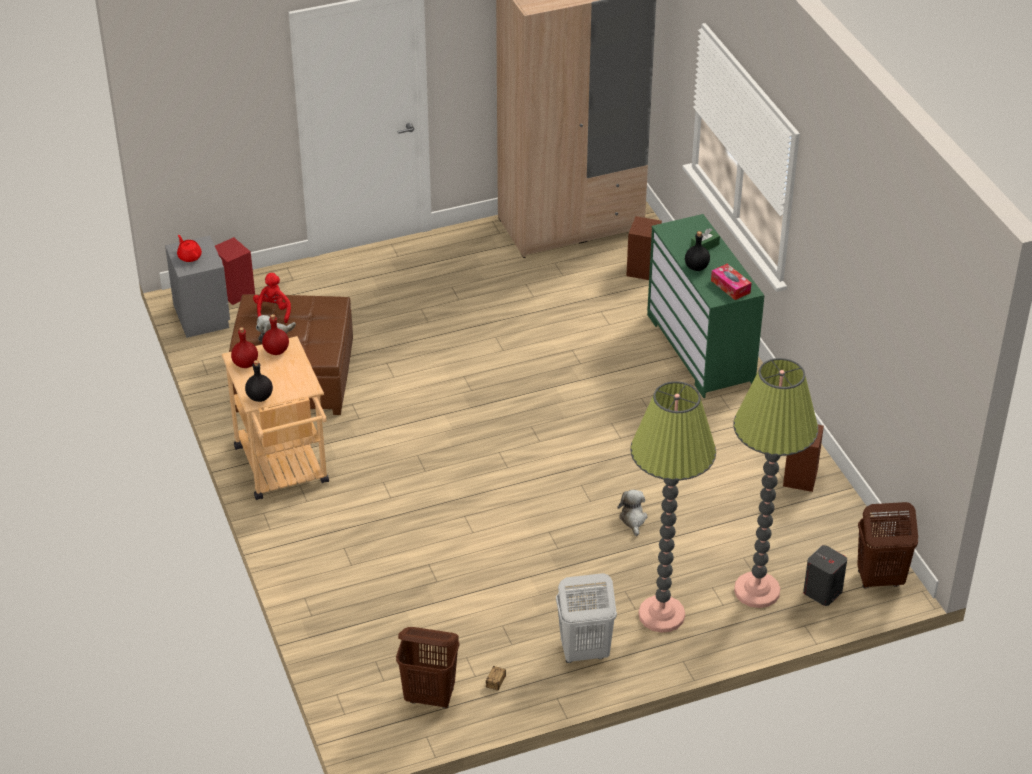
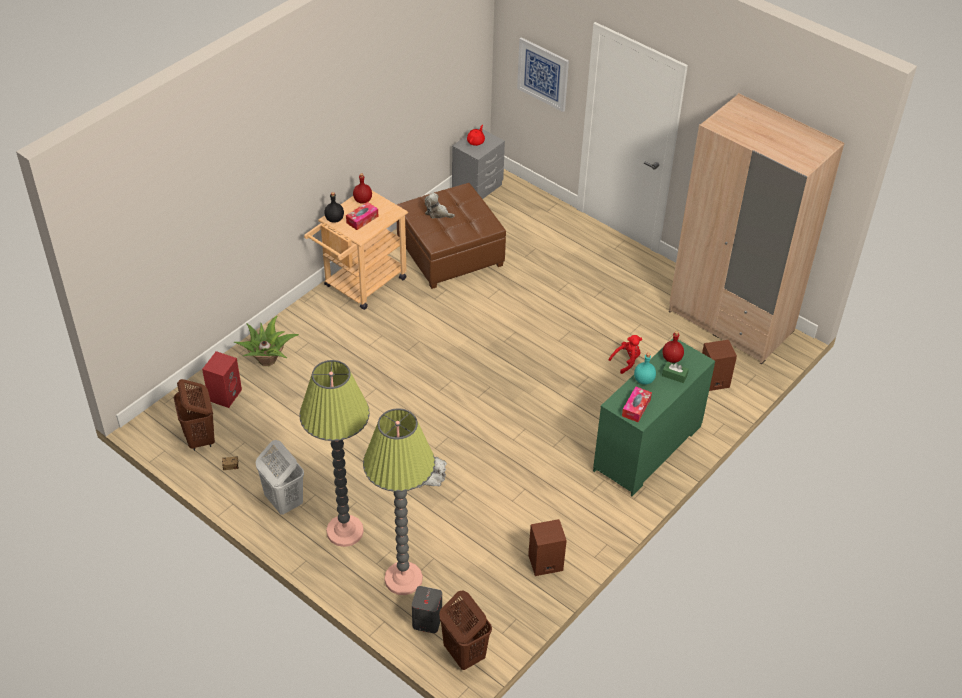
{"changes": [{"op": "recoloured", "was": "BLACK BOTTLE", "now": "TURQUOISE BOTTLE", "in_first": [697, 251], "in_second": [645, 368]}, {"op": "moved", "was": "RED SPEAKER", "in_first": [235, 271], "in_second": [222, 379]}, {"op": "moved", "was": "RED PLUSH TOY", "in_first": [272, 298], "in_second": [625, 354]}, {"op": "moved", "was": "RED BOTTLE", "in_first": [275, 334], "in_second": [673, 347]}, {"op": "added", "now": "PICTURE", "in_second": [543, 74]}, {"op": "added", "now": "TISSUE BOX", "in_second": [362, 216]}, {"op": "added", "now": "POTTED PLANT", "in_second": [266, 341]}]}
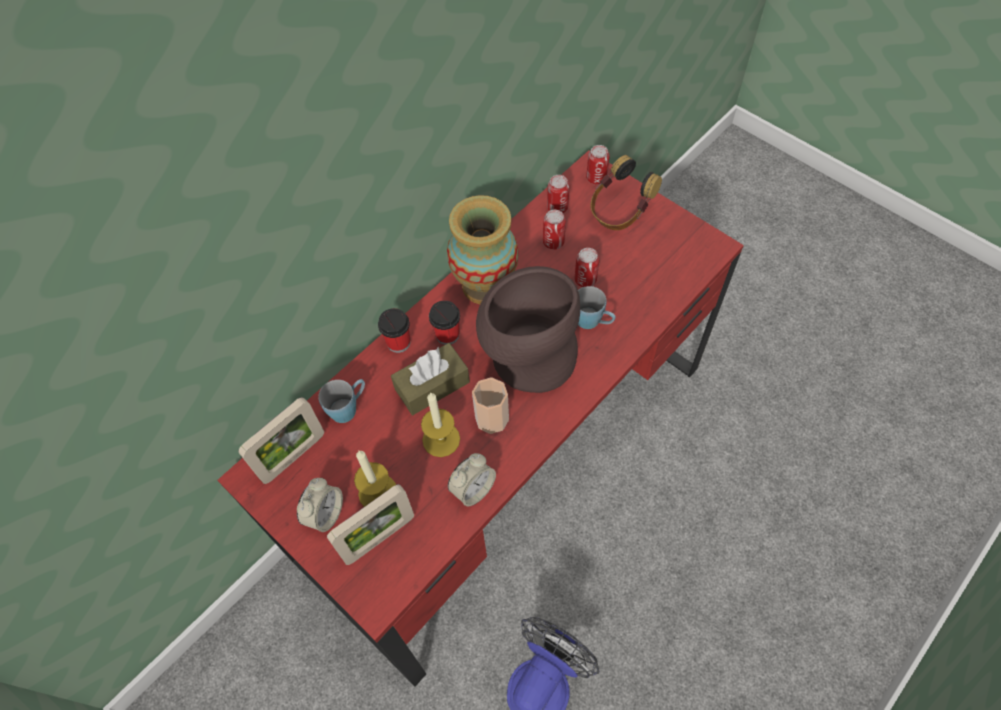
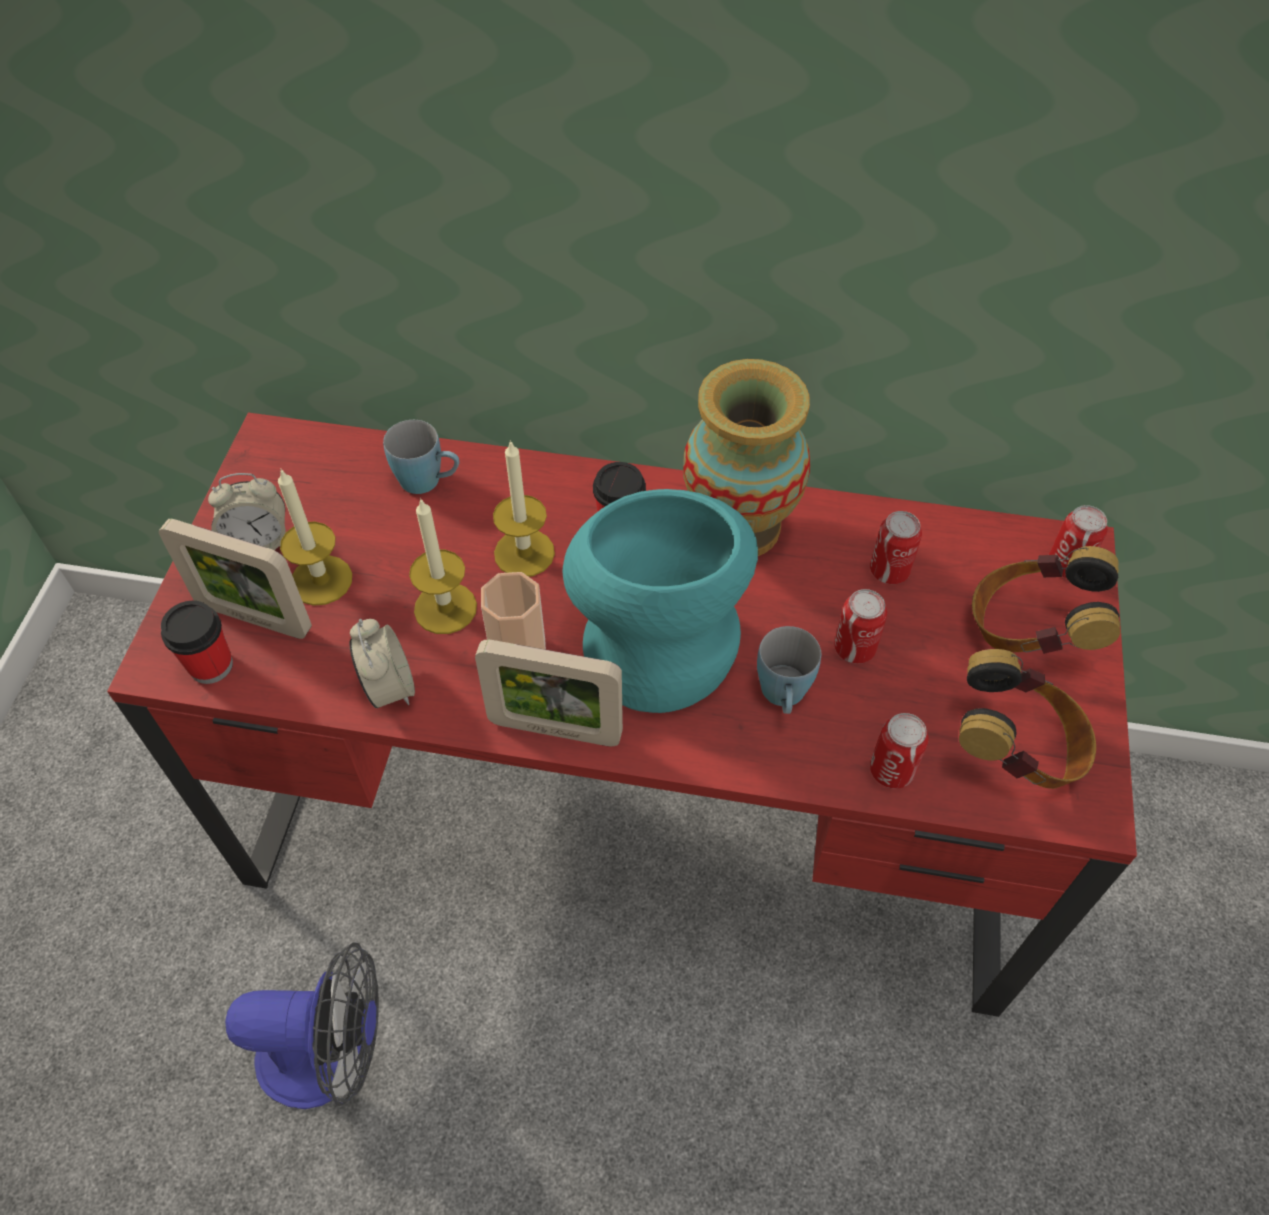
{"changes": [{"op": "moved", "was": "CAN", "in_first": [558, 194], "in_second": [899, 751]}, {"op": "recoloured", "was": "BROWN VASE", "now": "TURQUOISE VASE", "in_first": [528, 329], "in_second": [660, 601]}, {"op": "moved", "was": "CUP", "in_first": [394, 330], "in_second": [197, 642]}, {"op": "replaced", "was": "BROWN TISSUE BOX", "now": "CANDLE", "in_first": [430, 379], "in_second": [524, 508]}, {"op": "moved", "was": "PICTURE FRAME", "in_first": [281, 440], "in_second": [549, 693]}, {"op": "turned", "was": "ALARM CLOCK", "in_first": [472, 479], "in_second": [382, 663], "clockwise": -120}, {"op": "added", "now": "HEADPHONES", "in_second": [1027, 719]}]}
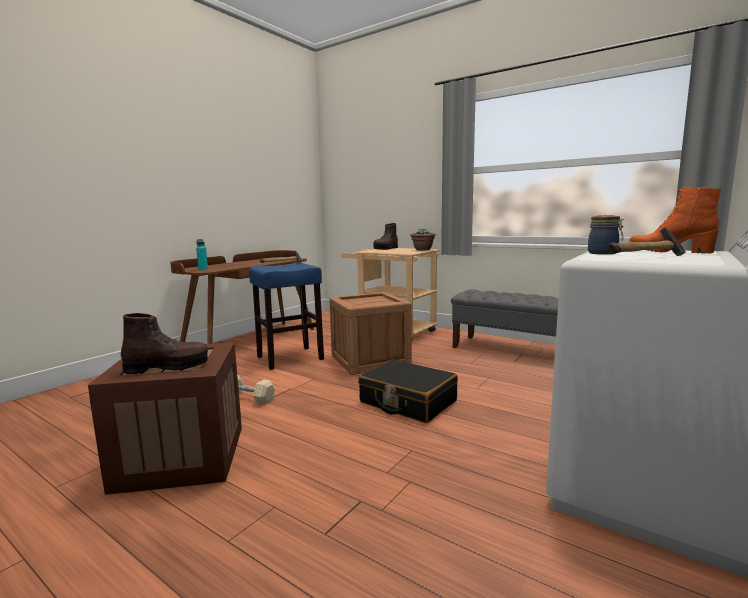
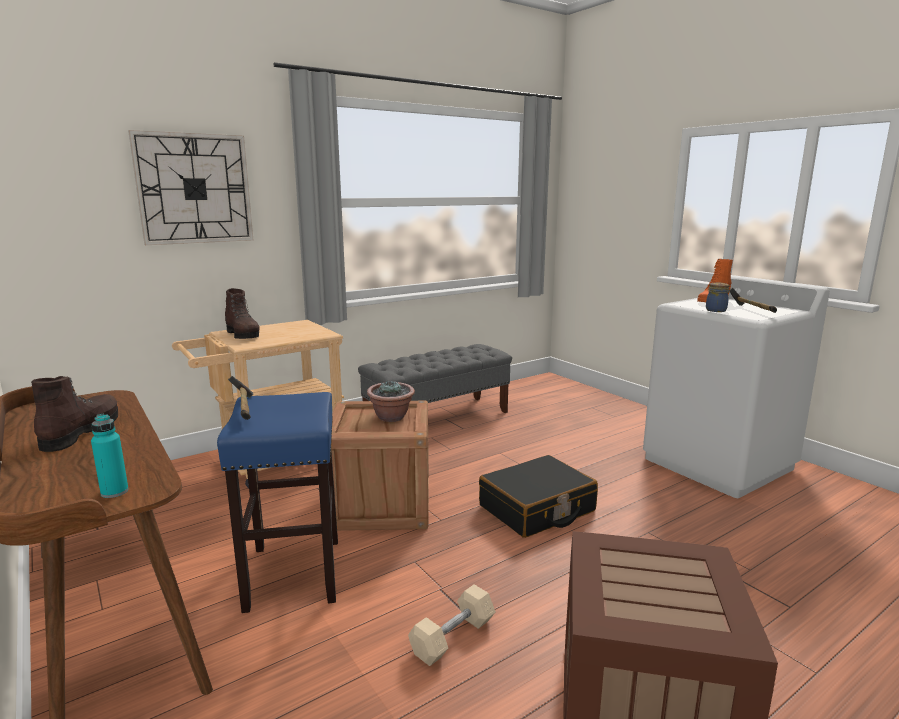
{"changes": [{"op": "moved", "was": "POTTED PLANT", "in_first": [423, 240], "in_second": [391, 401]}, {"op": "moved", "was": "BROWN BOOT", "in_first": [164, 343], "in_second": [74, 414]}, {"op": "added", "now": "WALL CLOCK", "in_second": [190, 187]}]}
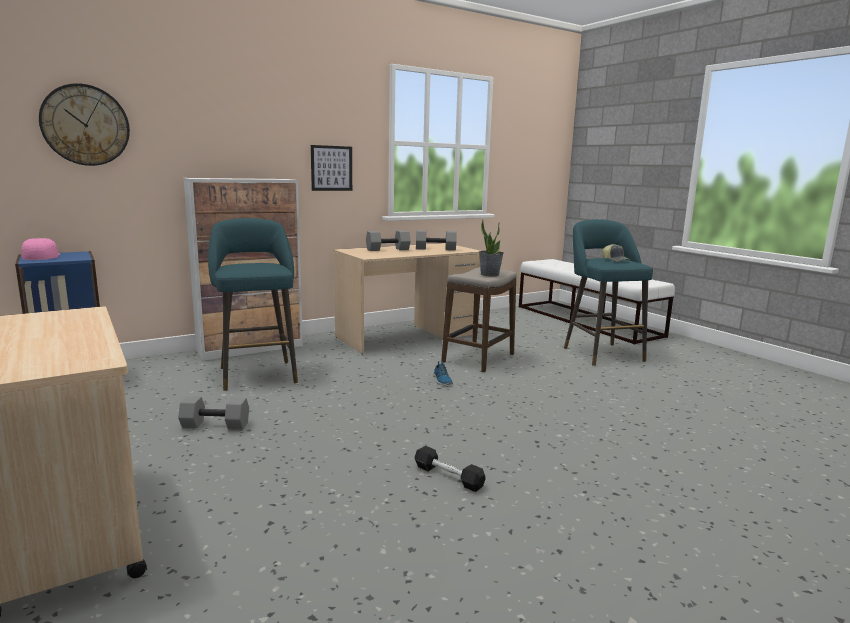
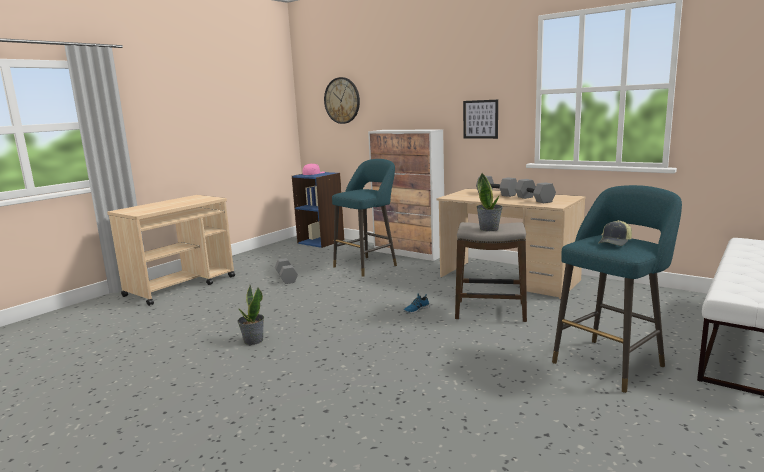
{"changes": [{"op": "replaced", "was": "BLACK DUMBBELL", "now": "POTTED PLANT", "in_first": [449, 469], "in_second": [250, 315]}]}
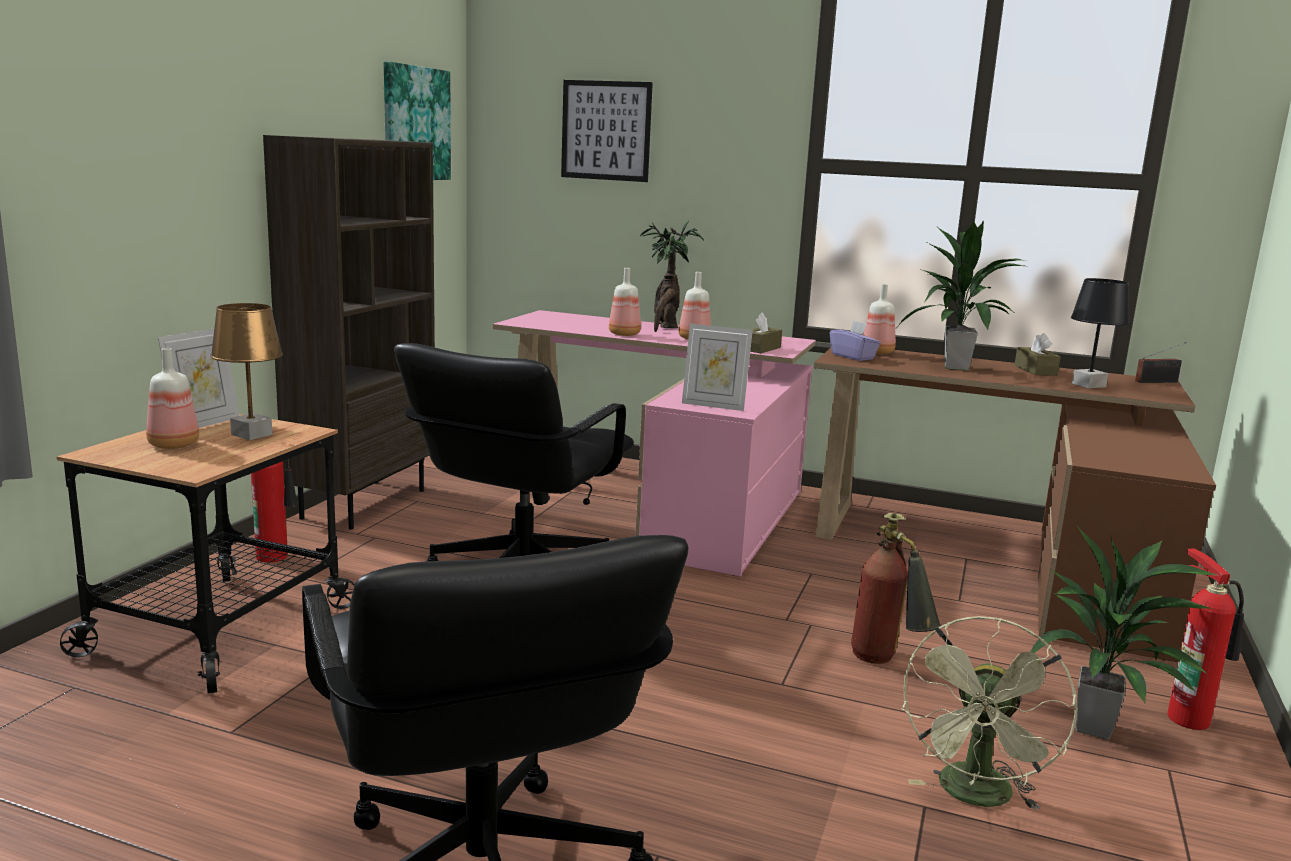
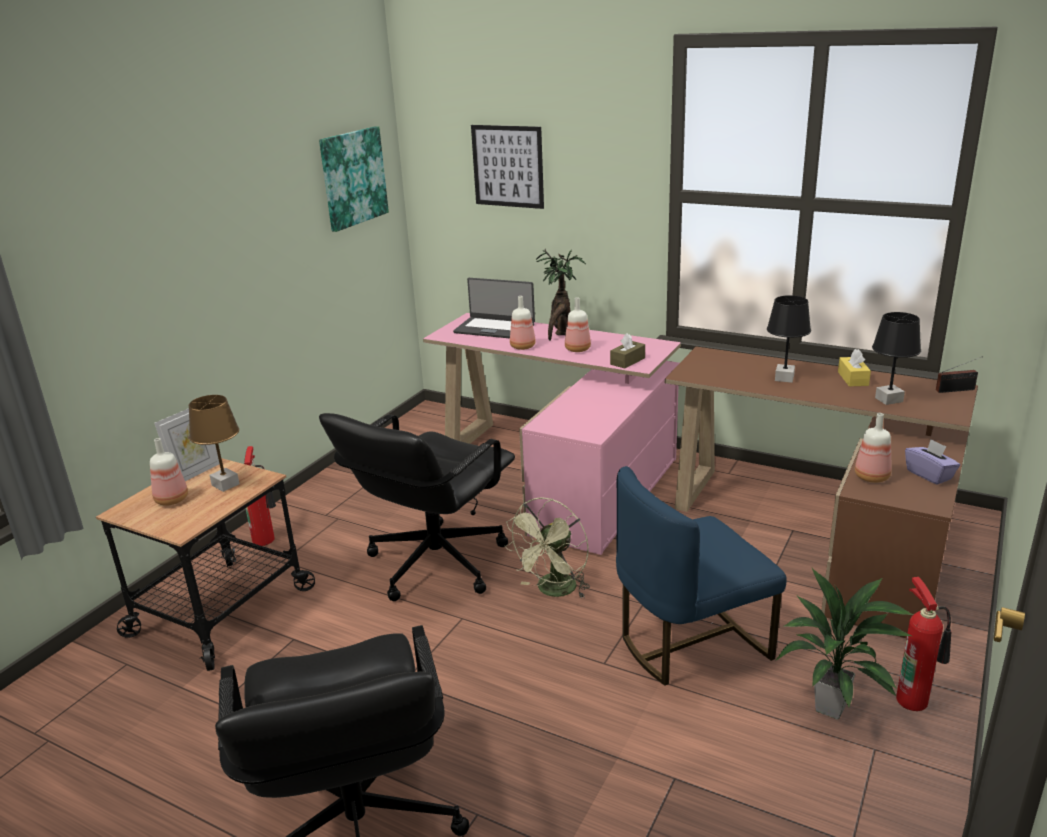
{"changes": [{"op": "removed", "was": "BROWN BOOKCASE", "in_first": [349, 332]}, {"op": "replaced", "was": "POTTED PLANT", "now": "BLACK TABLE LAMP", "in_first": [962, 295], "in_second": [789, 339]}, {"op": "moved", "was": "BOTTLE", "in_first": [879, 319], "in_second": [873, 448]}, {"op": "moved", "was": "PURPLE TISSUE BOX", "in_first": [855, 340], "in_second": [932, 462]}, {"op": "removed", "was": "PICTURE FRAME", "in_first": [717, 367]}, {"op": "recoloured", "was": "BROWN TISSUE BOX", "now": "YELLOW TISSUE BOX", "in_first": [1038, 354], "in_second": [854, 367]}, {"op": "replaced", "was": "FIRE EXTINGUISHER", "now": "BLUE CHAIR", "in_first": [896, 588], "in_second": [701, 576]}, {"op": "moved", "was": "GREEN FAN", "in_first": [989, 713], "in_second": [547, 547]}, {"op": "added", "now": "LAPTOP", "in_second": [494, 308]}]}
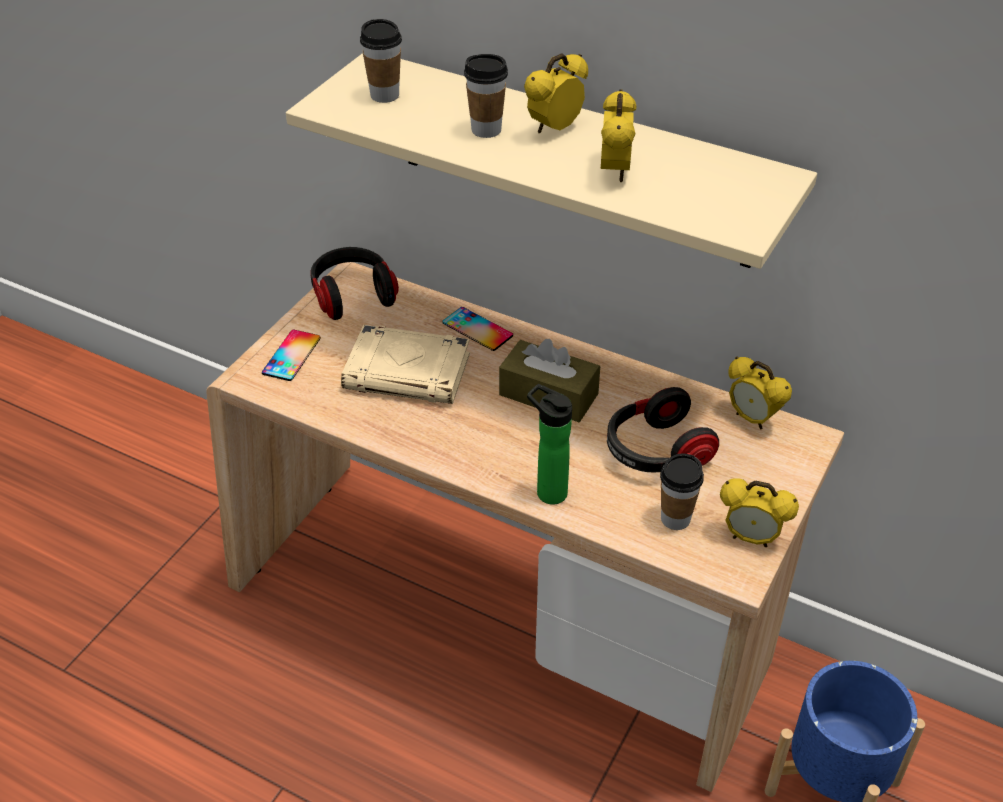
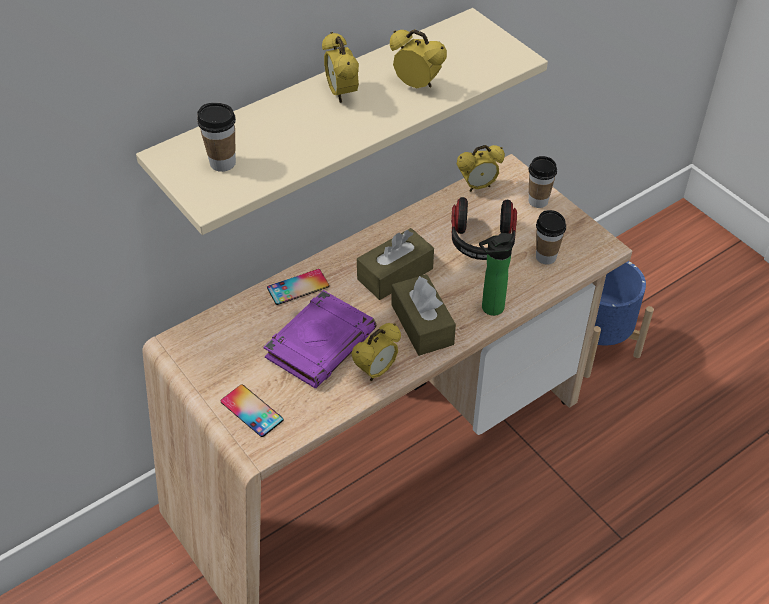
{"changes": [{"op": "moved", "was": "CUP", "in_first": [486, 96], "in_second": [543, 182]}, {"op": "removed", "was": "HEADPHONES", "in_first": [354, 283]}, {"op": "recoloured", "was": "BEIGE BOOK", "now": "PURPLE BOOK", "in_first": [405, 364], "in_second": [319, 339]}, {"op": "moved", "was": "ALARM CLOCK", "in_first": [759, 512], "in_second": [376, 352]}, {"op": "added", "now": "BROWN TISSUE BOX", "in_second": [424, 315]}]}
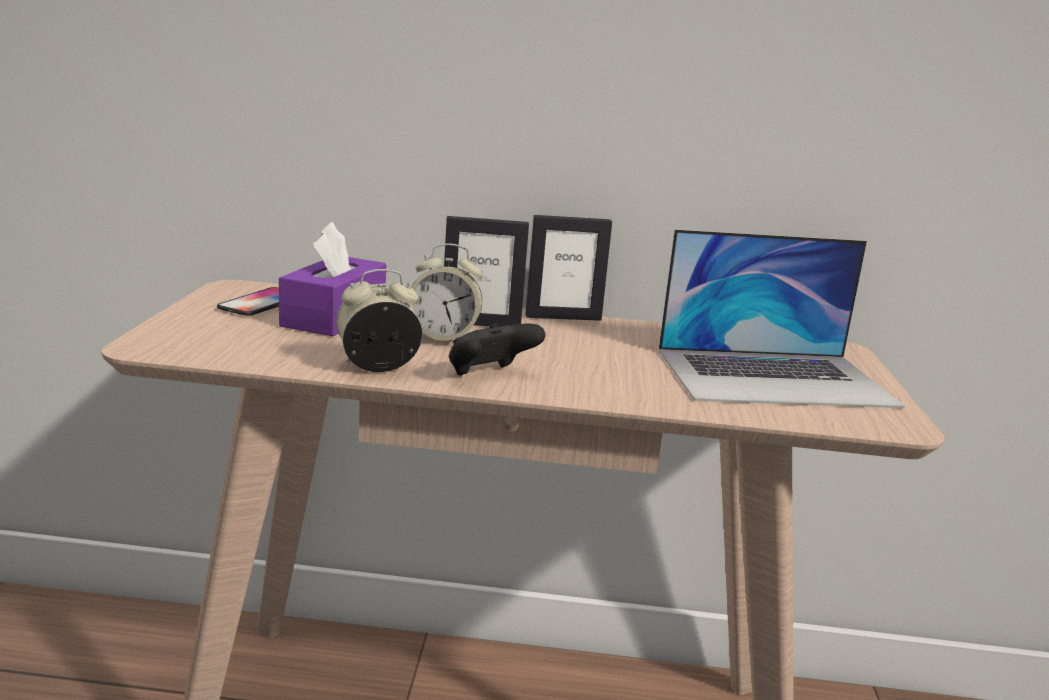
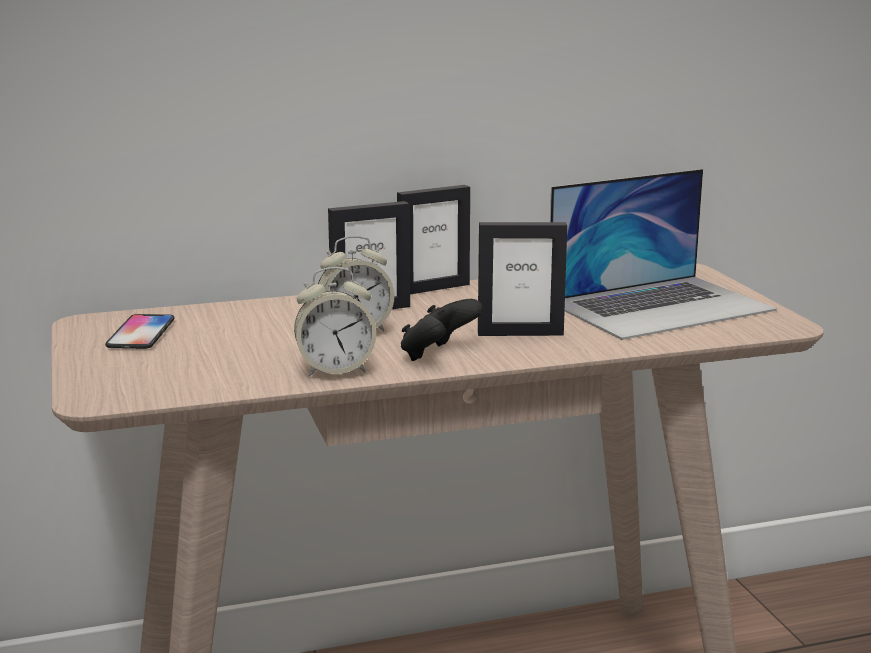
{"changes": [{"op": "removed", "was": "PURPLE TISSUE BOX", "in_first": [332, 279]}, {"op": "turned", "was": "ALARM CLOCK", "in_first": [379, 320], "in_second": [335, 322], "clockwise": -150}, {"op": "added", "now": "PICTURE FRAME", "in_second": [522, 279]}]}
